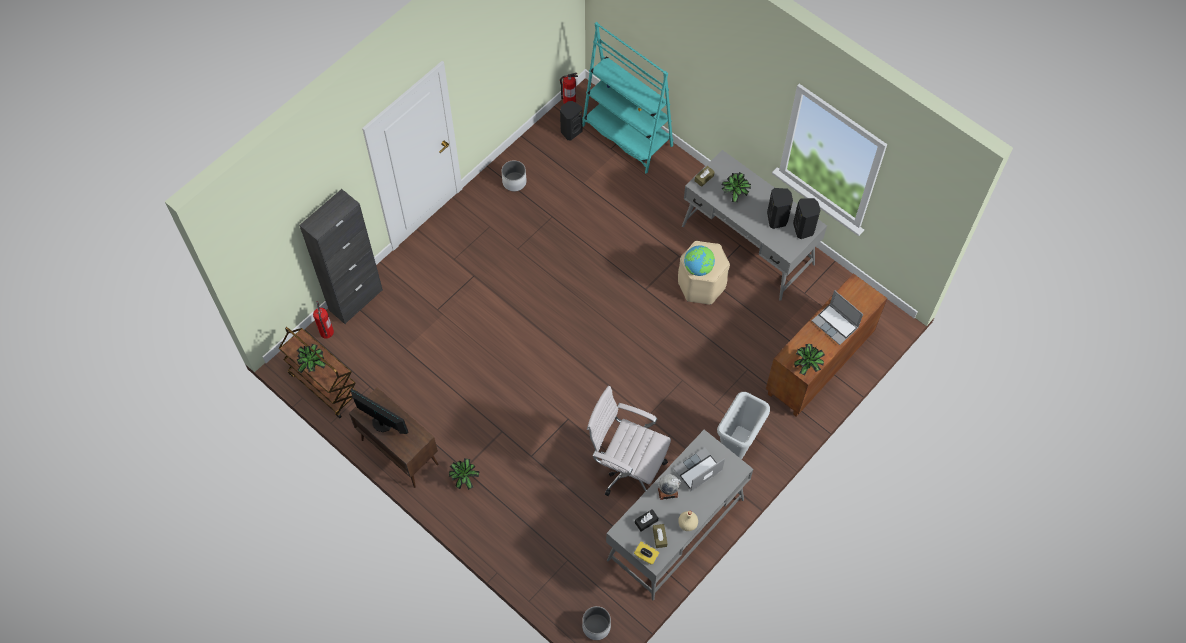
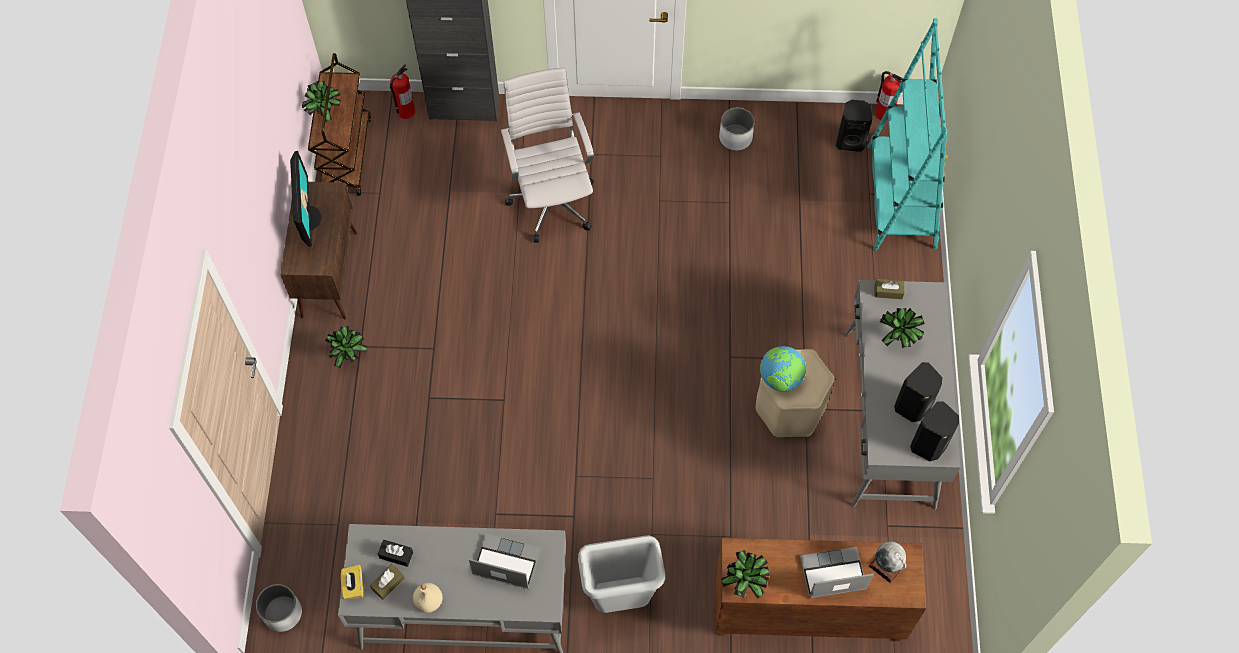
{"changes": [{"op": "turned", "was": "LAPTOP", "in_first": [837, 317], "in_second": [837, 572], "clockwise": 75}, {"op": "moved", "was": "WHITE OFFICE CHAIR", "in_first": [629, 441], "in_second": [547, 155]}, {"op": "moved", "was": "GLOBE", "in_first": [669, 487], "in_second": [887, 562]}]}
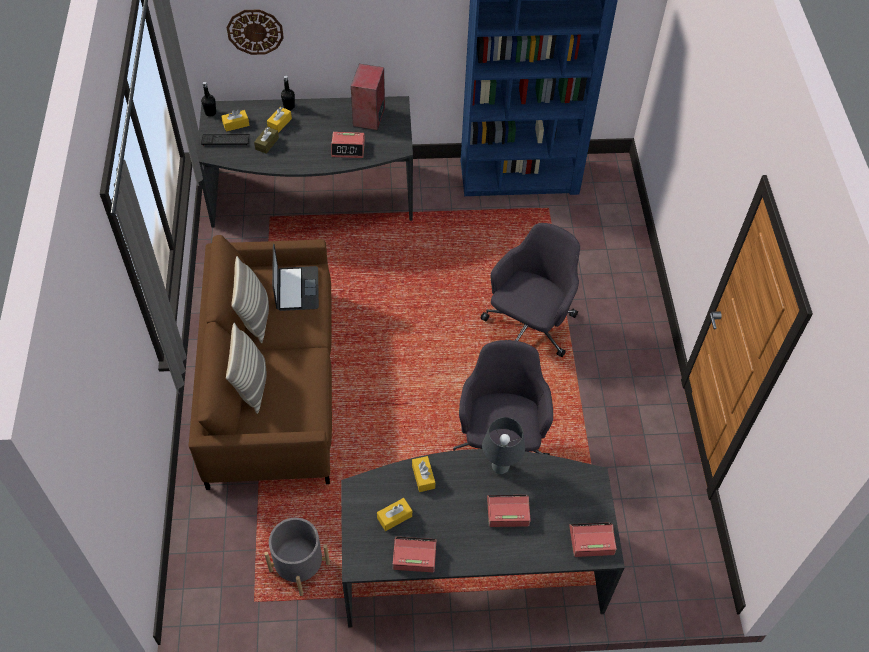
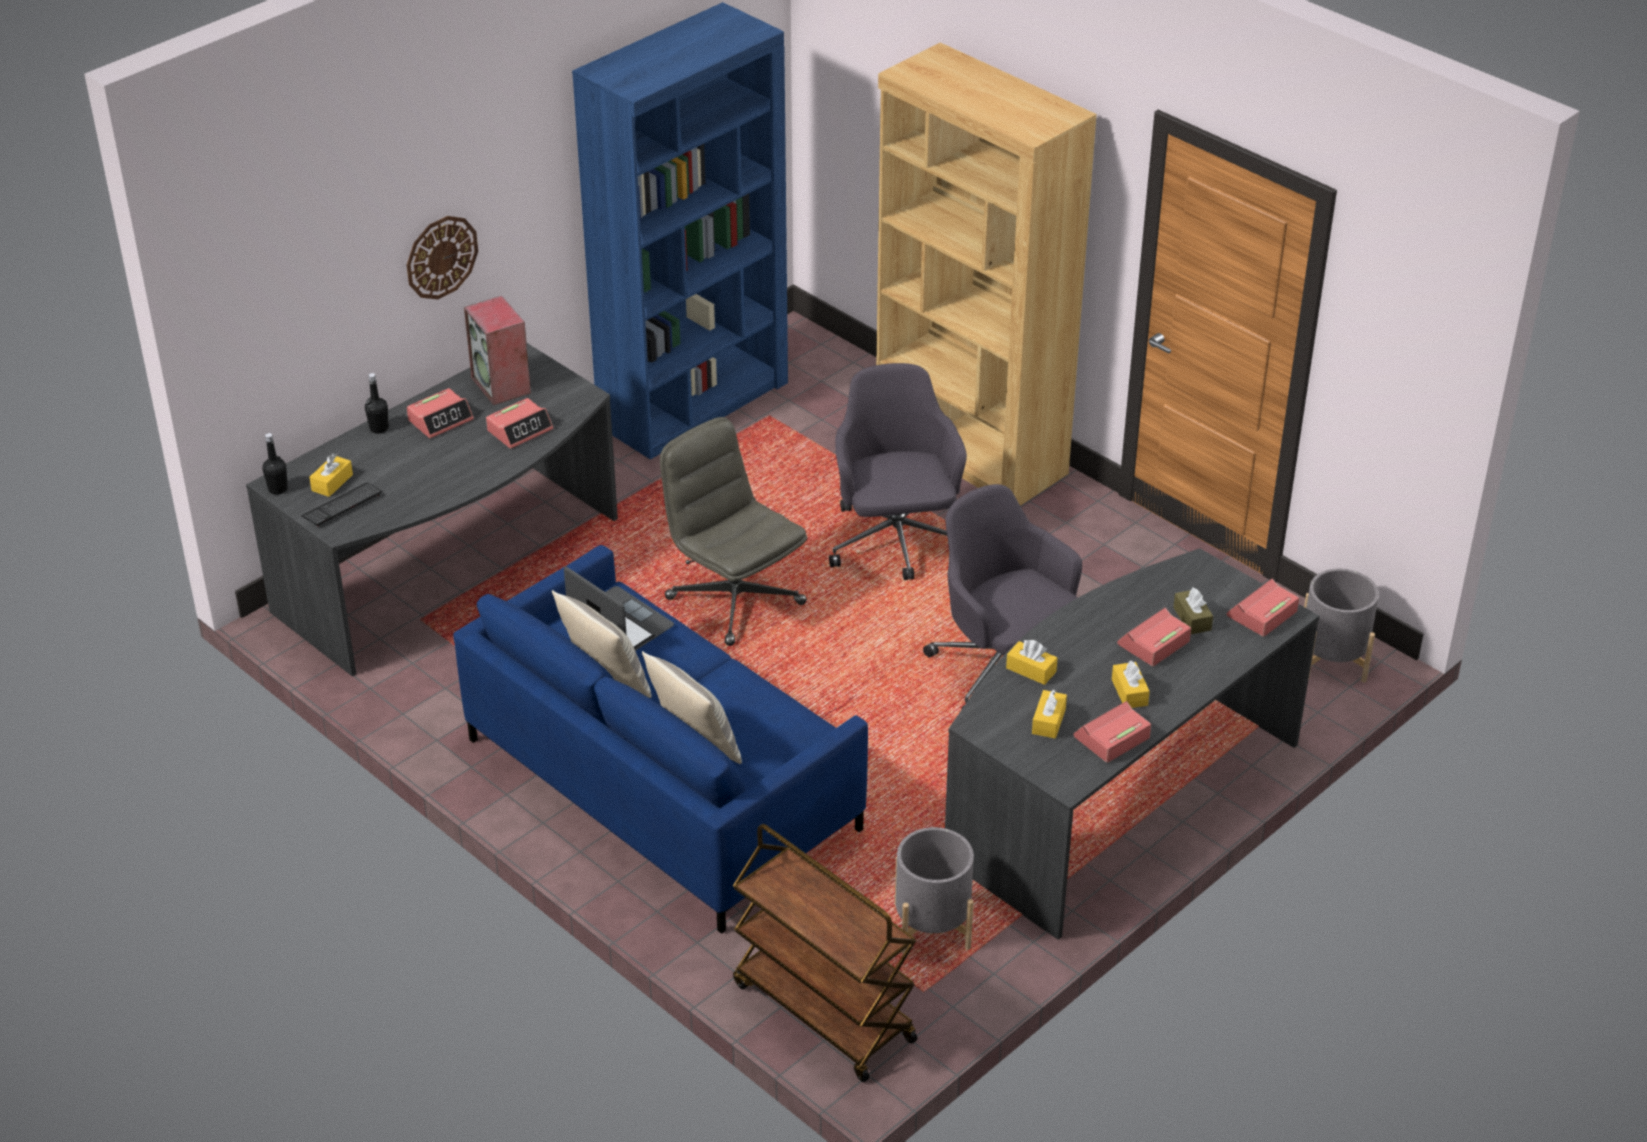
{"changes": [{"op": "moved", "was": "WALL CLOCK", "in_first": [255, 32], "in_second": [442, 257]}, {"op": "moved", "was": "YELLOW TISSUE BOX", "in_first": [279, 120], "in_second": [1131, 684]}, {"op": "moved", "was": "BROWN TISSUE BOX", "in_first": [266, 140], "in_second": [1193, 611]}, {"op": "recoloured", "was": "BROWN SOFA", "now": "BLUE SOFA", "in_first": [260, 362], "in_second": [660, 739]}, {"op": "removed", "was": "GREY TABLE LAMP", "in_first": [503, 445]}, {"op": "added", "now": "BROWN BOOKCASE", "in_second": [986, 274]}, {"op": "added", "now": "ALARM CLOCK", "in_second": [440, 413]}, {"op": "added", "now": "GREY OFFICE CHAIR", "in_second": [733, 531]}, {"op": "added", "now": "GREY PLANTER", "in_second": [1341, 626]}, {"op": "added", "now": "BROWN CART", "in_second": [825, 953]}]}
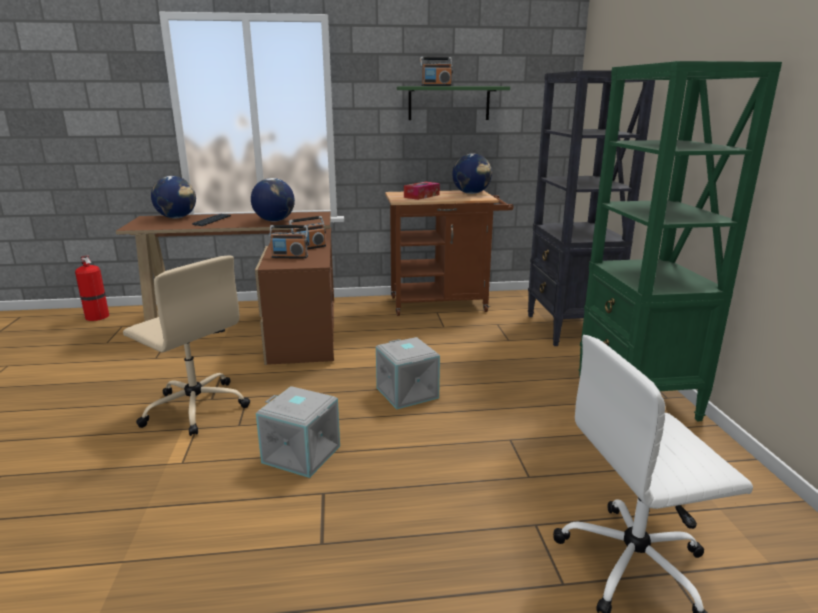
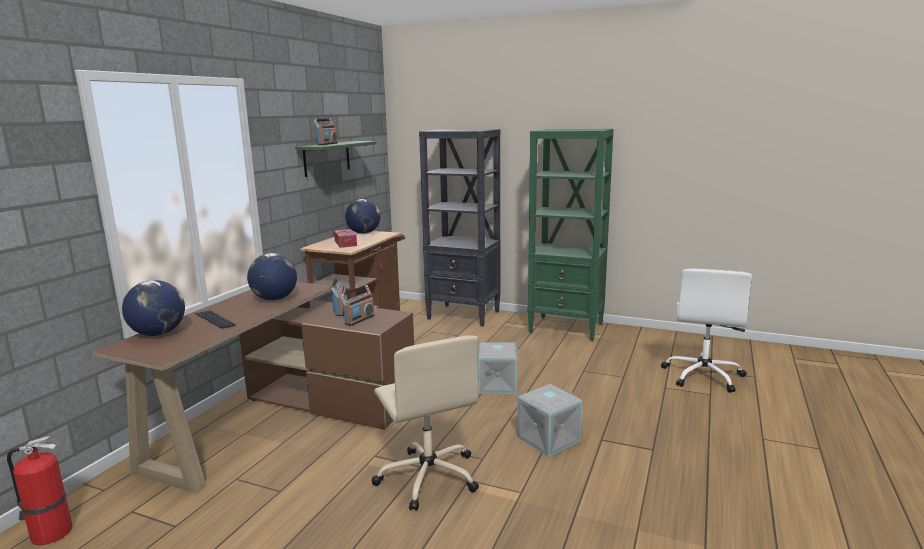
{"changes": [{"op": "turned", "was": "BEIGE OFFICE CHAIR", "in_first": [186, 345], "in_second": [425, 423], "clockwise": 90}]}
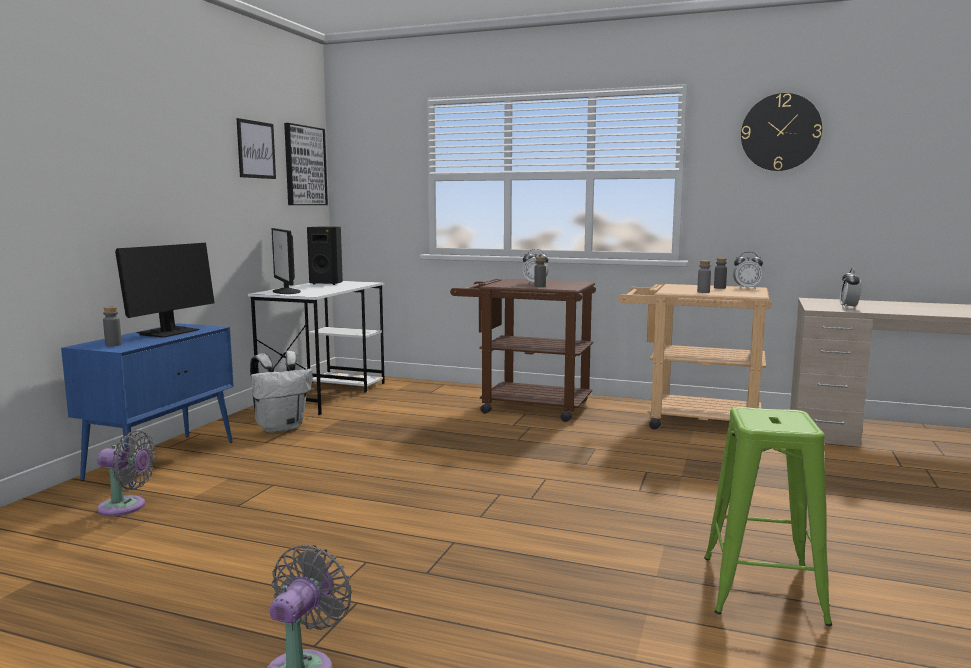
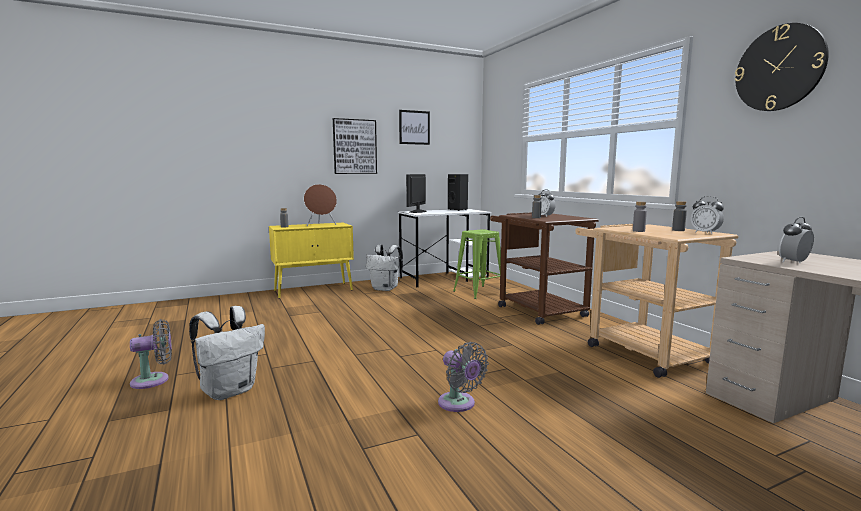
{"changes": [{"op": "moved", "was": "PICTURE", "in_first": [306, 164], "in_second": [355, 146]}, {"op": "replaced", "was": "MONITOR", "now": "BROWN SPEAKER", "in_first": [165, 290], "in_second": [320, 205]}, {"op": "recoloured", "was": "BLUE CABINET", "now": "YELLOW CABINET", "in_first": [147, 406], "in_second": [311, 260]}, {"op": "moved", "was": "GREEN STOOL", "in_first": [768, 516], "in_second": [477, 264]}, {"op": "moved", "was": "GREY FAN", "in_first": [126, 473], "in_second": [463, 377]}, {"op": "added", "now": "WHITE BACKPACK", "in_second": [227, 353]}]}
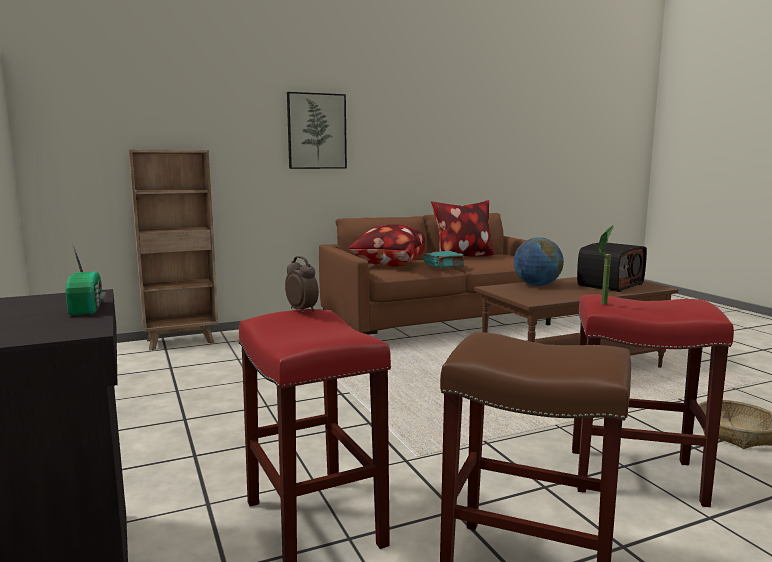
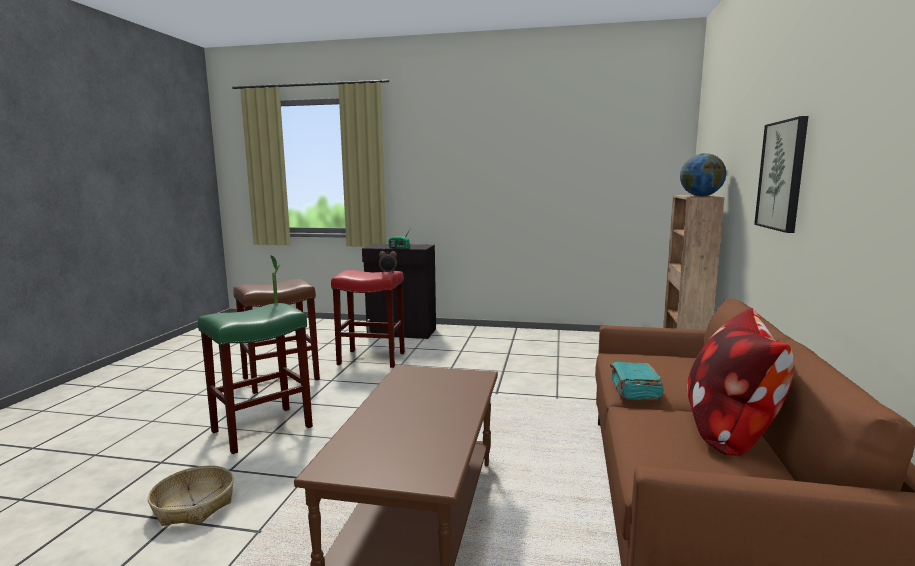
{"changes": [{"op": "removed", "was": "PILLOW", "in_first": [386, 245]}, {"op": "moved", "was": "GLOBE", "in_first": [539, 261], "in_second": [703, 174]}, {"op": "removed", "was": "RADIO", "in_first": [612, 267]}, {"op": "recoloured", "was": "RED STOOL", "now": "GREEN STOOL", "in_first": [653, 400], "in_second": [255, 378]}]}
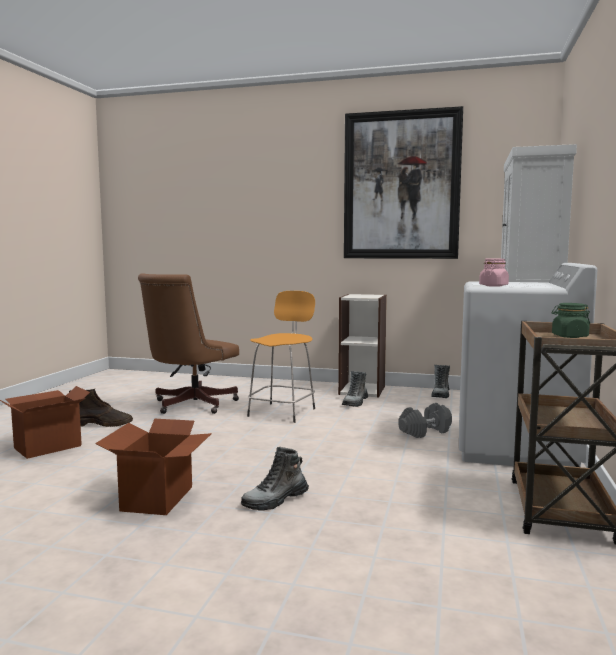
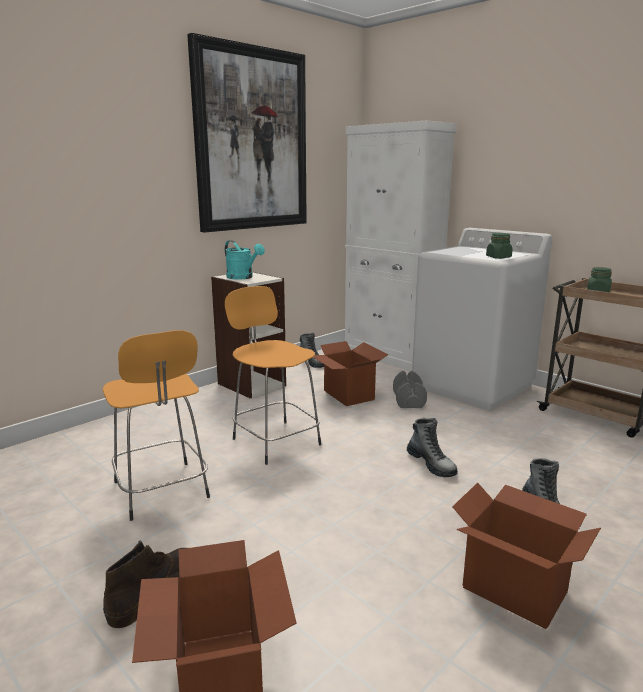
{"changes": [{"op": "recoloured", "was": "PINK JAR", "now": "GREEN JAR", "in_first": [494, 273], "in_second": [499, 246]}, {"op": "replaced", "was": "BROWN OFFICE CHAIR", "now": "ORANGE STOOL", "in_first": [188, 343], "in_second": [156, 425]}, {"op": "moved", "was": "BOOT", "in_first": [355, 389], "in_second": [432, 447]}, {"op": "added", "now": "TURQUOISE WATERING CAN", "in_second": [245, 260]}, {"op": "added", "now": "CARDBOARD BOX", "in_second": [351, 373]}]}
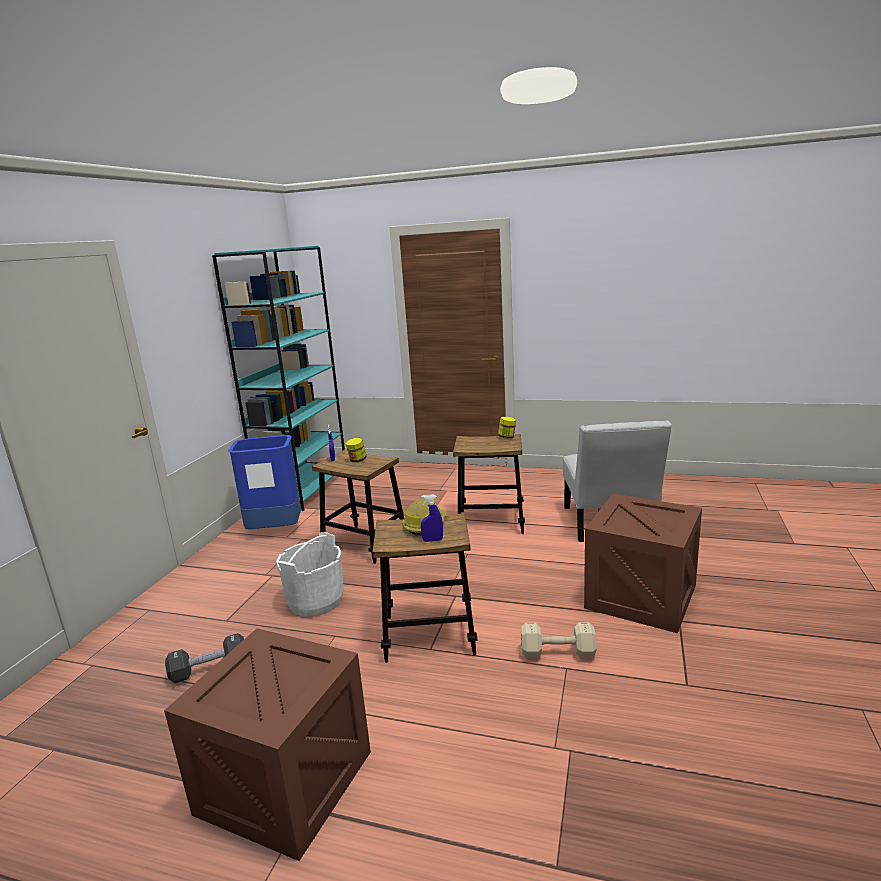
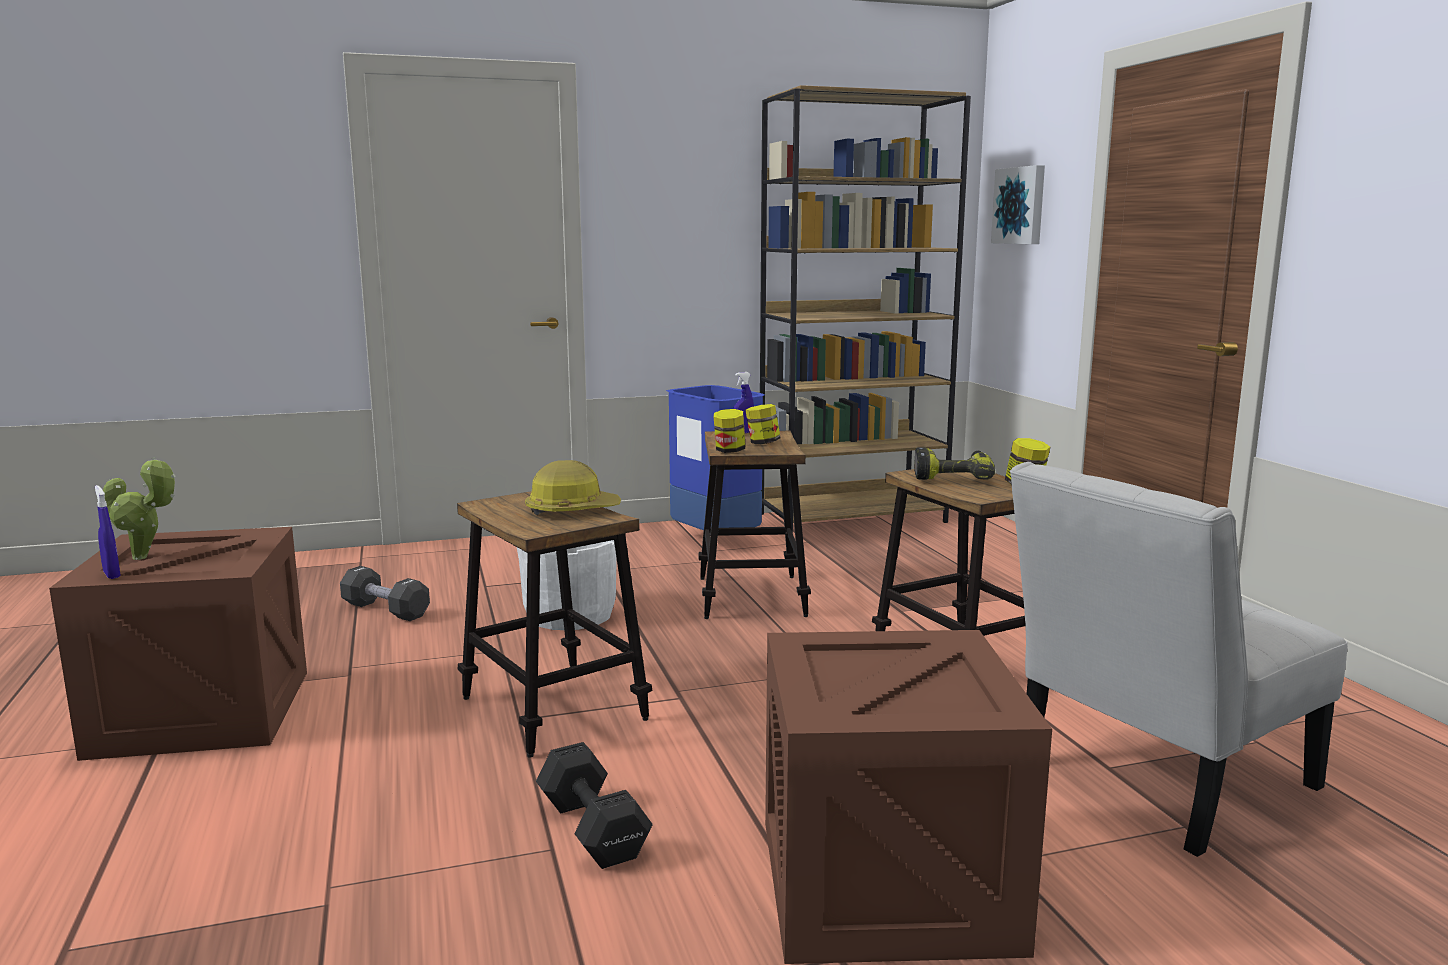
{"changes": [{"op": "recoloured", "was": "TURQUOISE BOOKCASE", "now": "BROWN BOOKCASE", "in_first": [278, 378], "in_second": [865, 309]}, {"op": "moved", "was": "BLUE SPRAY BOTTLE", "in_first": [432, 518], "in_second": [107, 532]}, {"op": "recoloured", "was": "BEIGE DUMBBELL", "now": "BLACK DUMBBELL", "in_first": [559, 640], "in_second": [594, 805]}, {"op": "added", "now": "PICTURE", "in_second": [1018, 204]}, {"op": "added", "now": "JAR", "in_second": [729, 431]}, {"op": "added", "now": "POWER DRILL", "in_second": [954, 463]}, {"op": "added", "now": "POTTED PLANT", "in_second": [139, 508]}]}
